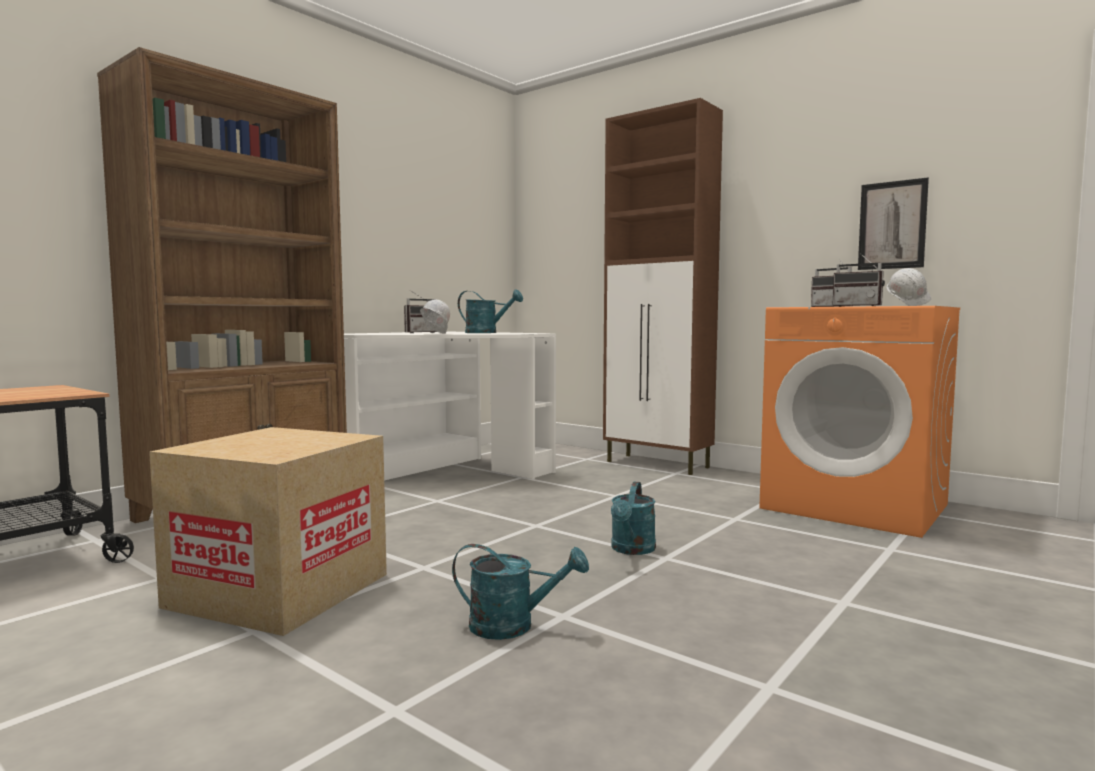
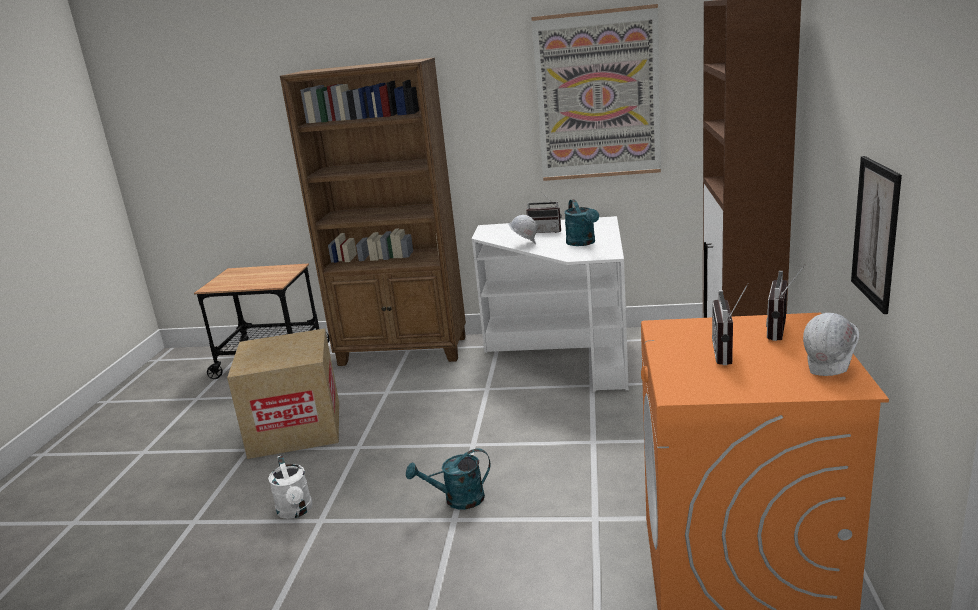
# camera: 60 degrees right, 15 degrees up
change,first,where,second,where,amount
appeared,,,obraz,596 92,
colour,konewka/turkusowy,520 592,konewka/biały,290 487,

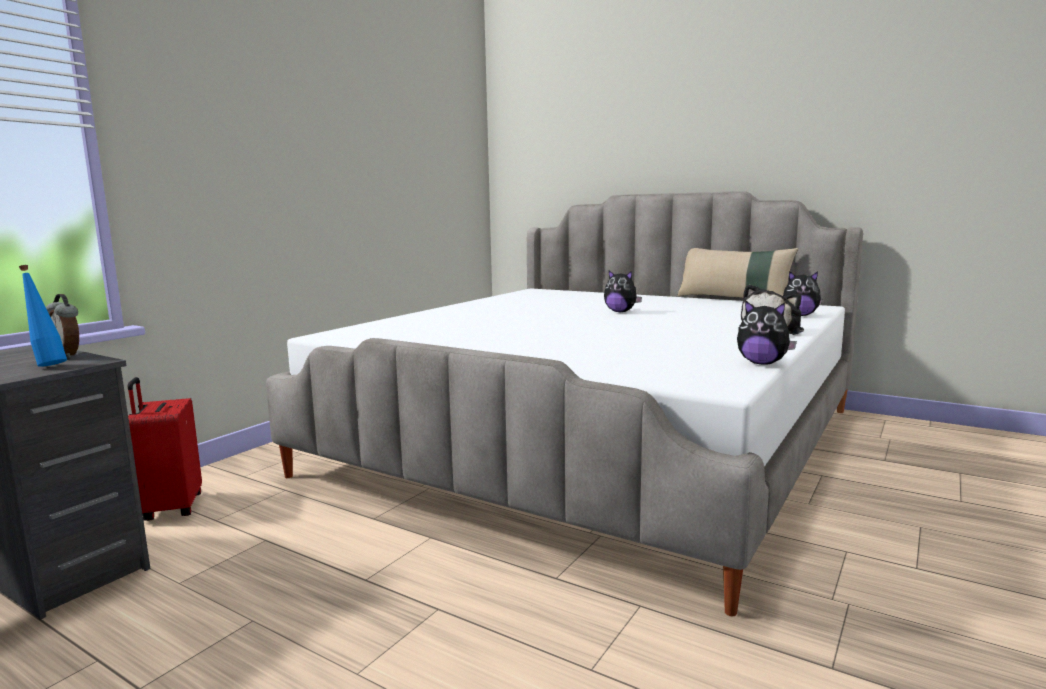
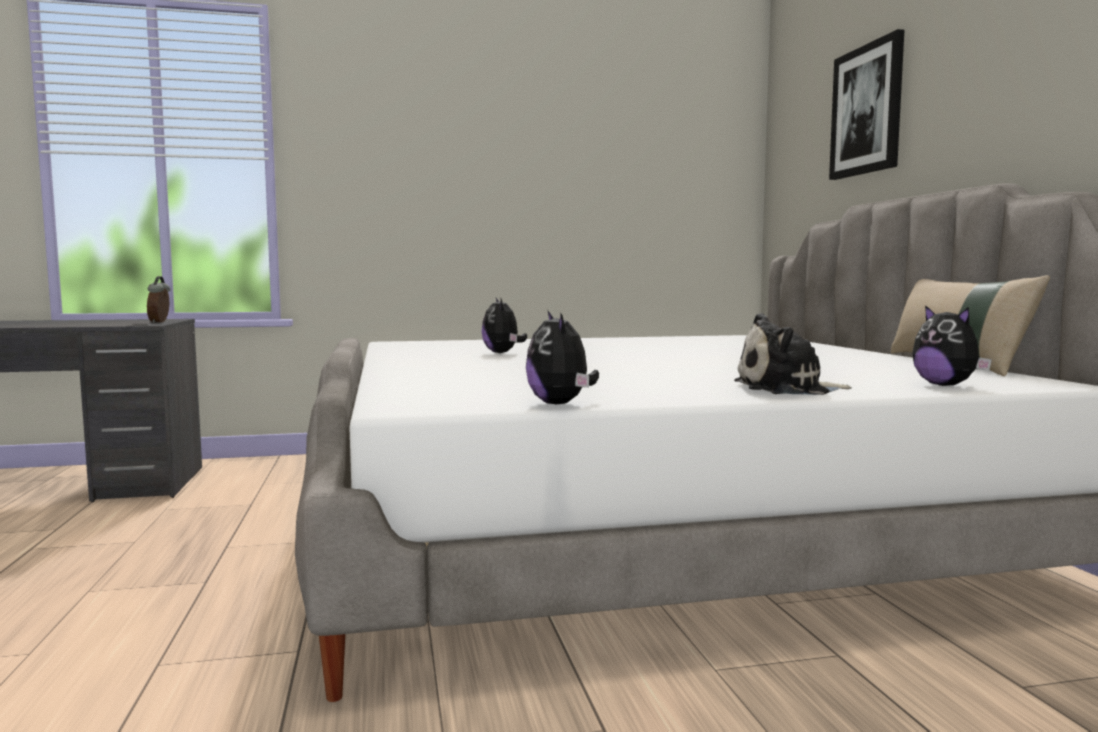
# camera: 45 degrees right, 5 degrees down
change,first,where,second,where,amount
missing,butelka/niebieski,43 316,,,
missing,walizka/czerwony,165 449,,,
appeared,,,obraz,866 104,
relocated,pluszak,623 291,,504 325,

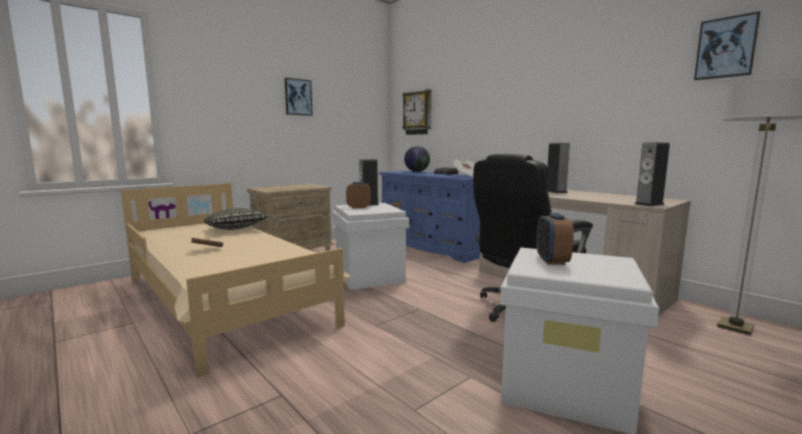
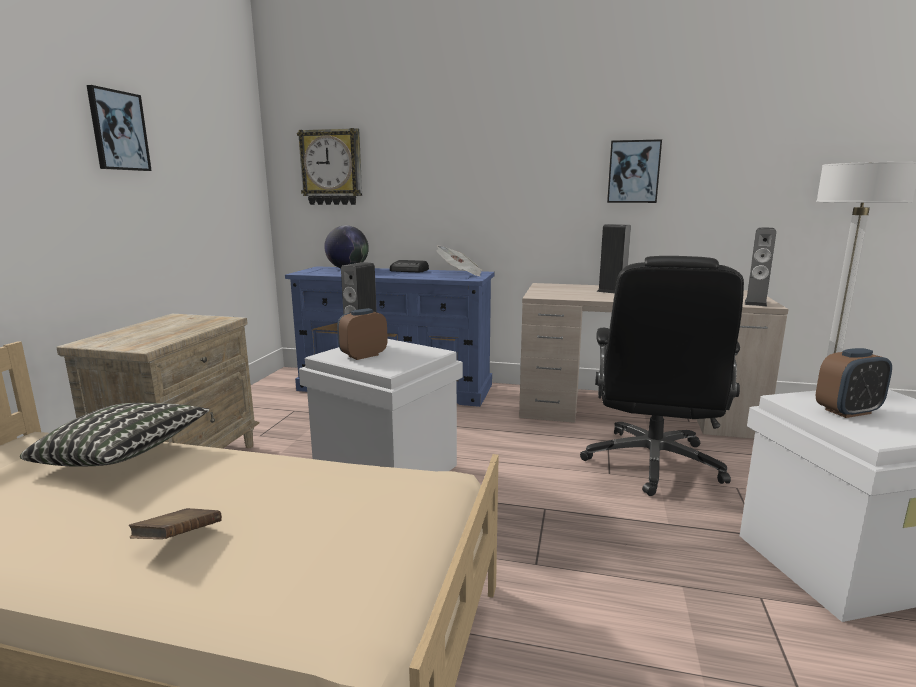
# camera: 35 degrees left, 5 degrees up
change,first,where,second,where,amount
relocated,obraz,727 45,,634 171,
spun,budzik,555 239,,854 383,75 degrees counterclockwise

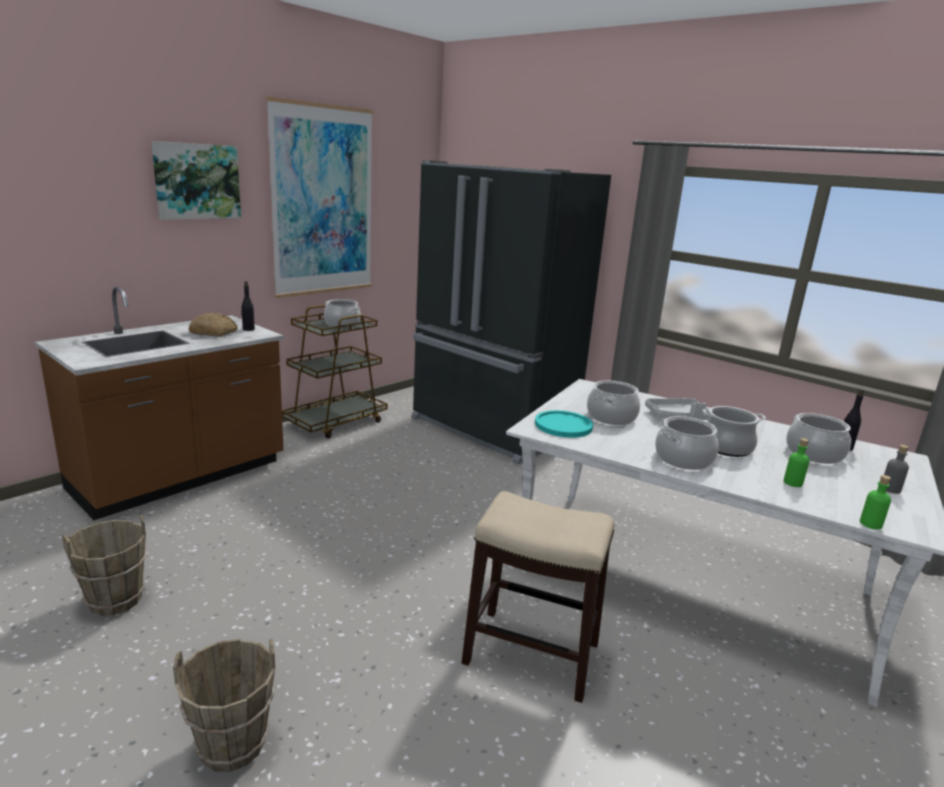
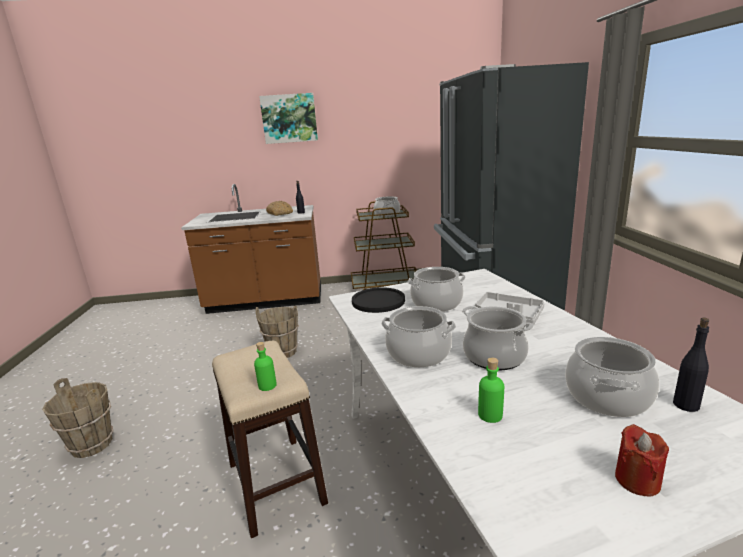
# camera: 45 degrees right, 0 degrees up
change,first,where,second,where,amount
missing,obraz,319 197,,,
relocated,wiadro/brązowy,104 565,,277 332,
relocated,butelka/zielony,875 502,,265 366,
exchanged,butelka/szary,896 469,świeca/czerwony,642 460,
colour,talerz/turkusowy,564 424,talerz/czarny,378 300,

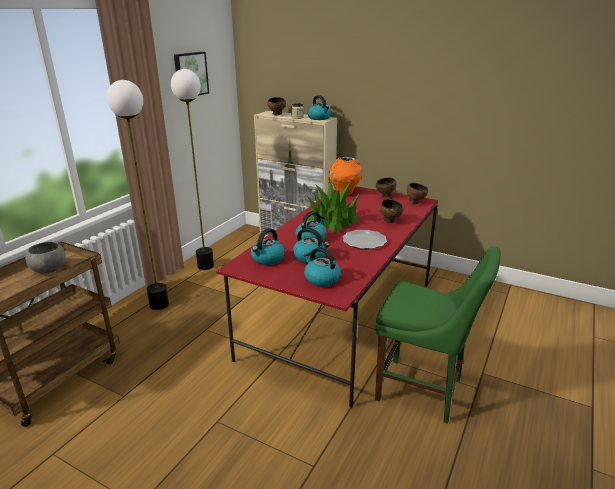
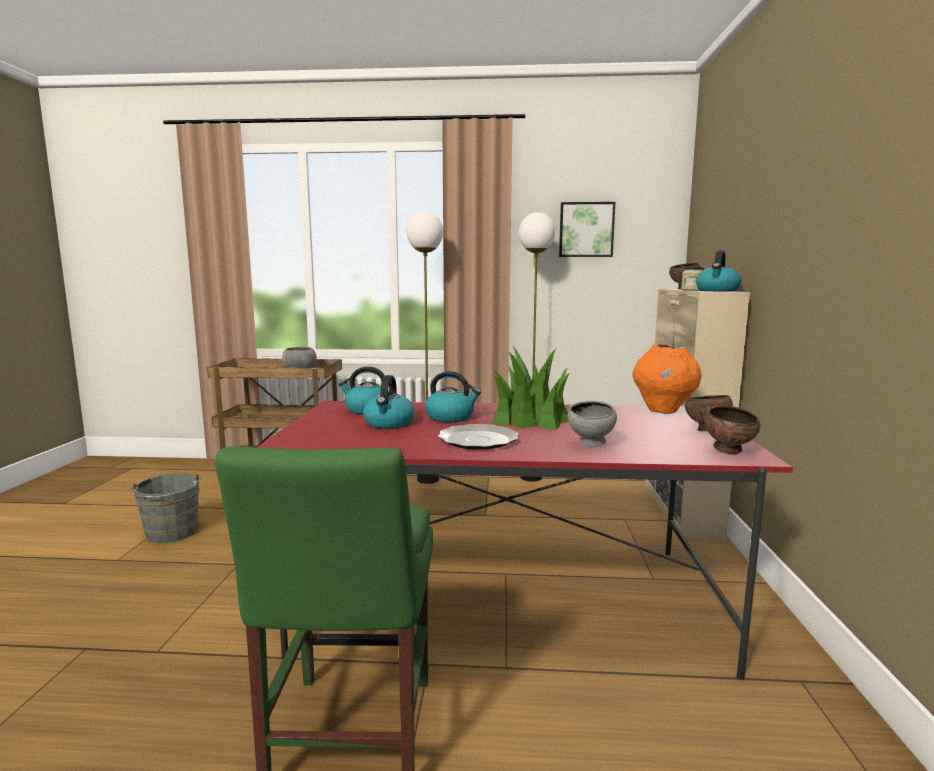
# camera: 65 degrees right, 15 degrees down
change,first,where,second,where,amount
missing,czajnik,322 267,,,
appeared,,,wiadro/szary,165 508,
colour,miska/brązowy,391 211,miska/szary,592 424,

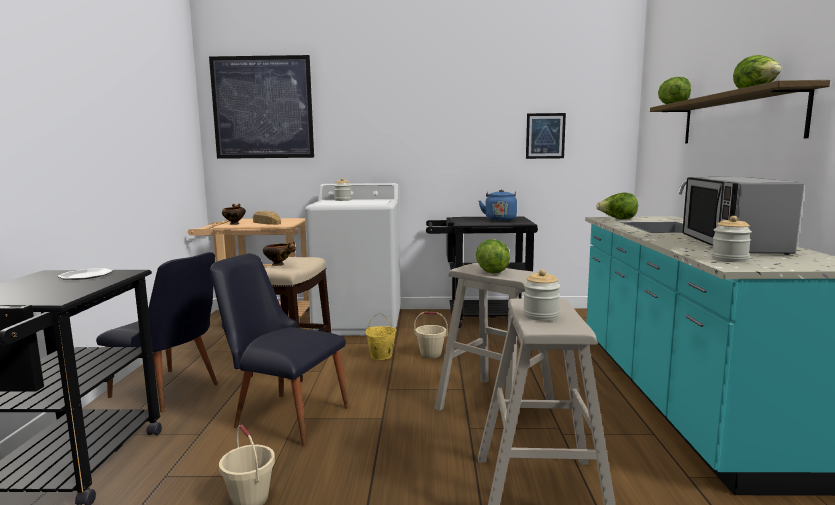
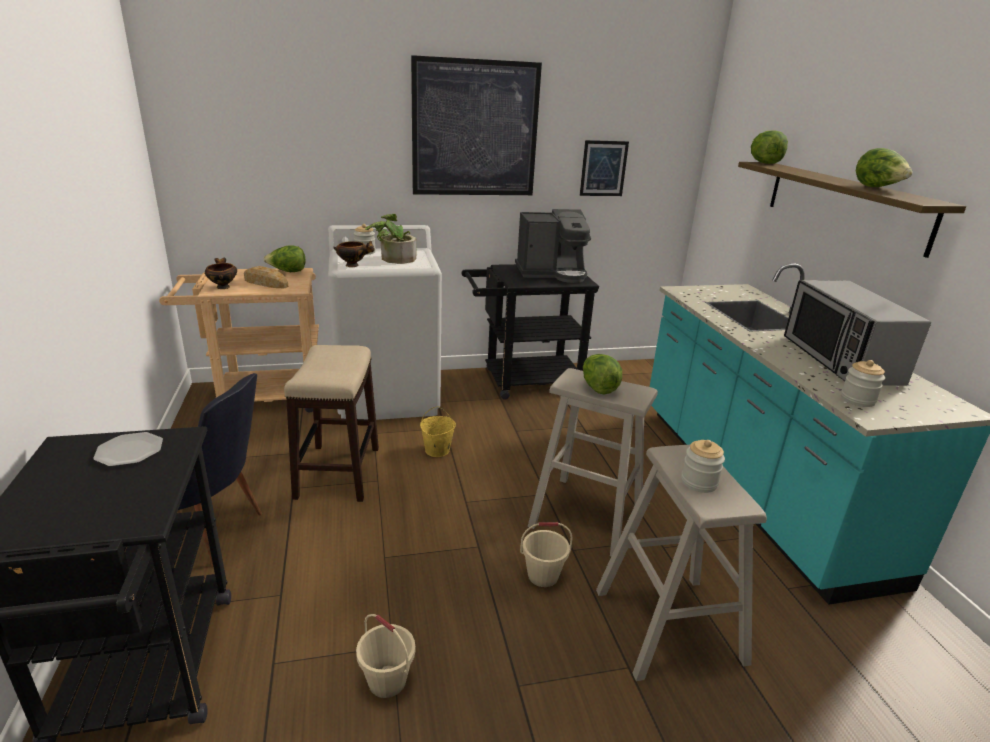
# camera: 15 degrees left, 15 degrees up
change,first,where,second,where,amount
missing,krzesło/czarny,279 350,,,
appeared,,,roślina doniczkowa,390 239,
relocated,obraz,261 107,,476 125,
relocated,miska,279 254,,354 254,
relocated,wiadro/beżowy,431 335,,546 554,
relocated,sałata,617 206,,284 258,
exchanged,czajnik/niebieski,498 205,ekspres do kawy,553 246,

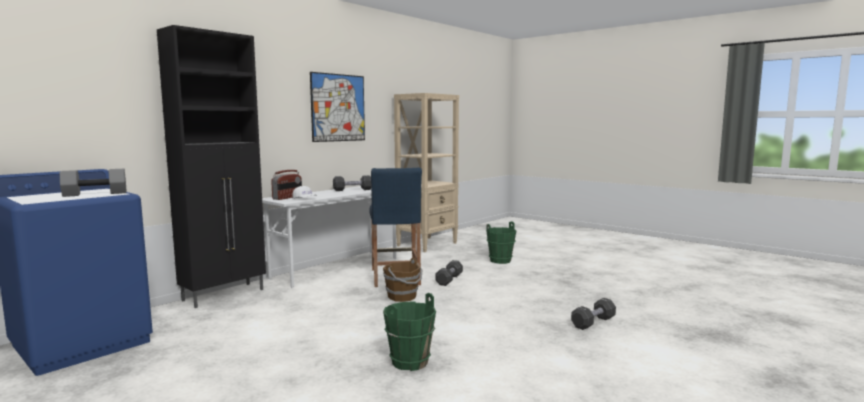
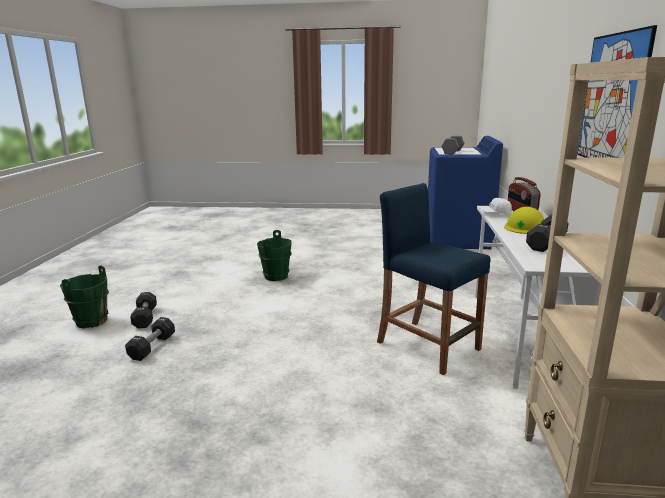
# camera: 145 degrees right, 10 degrees up
change,first,where,second,where,amount
missing,szafka/czarny,211 166,,,
missing,wiadro/brązowy,402 280,,,
appeared,,,kask/żółty,524 220,
relocated,hantel/czarny,449 273,,143 310,
relocated,wiadro/zielony,501 242,,84 297,

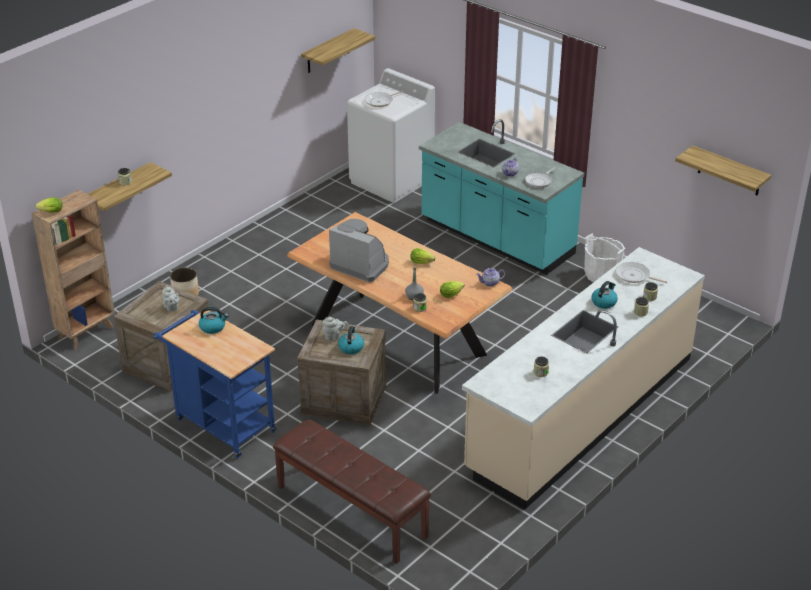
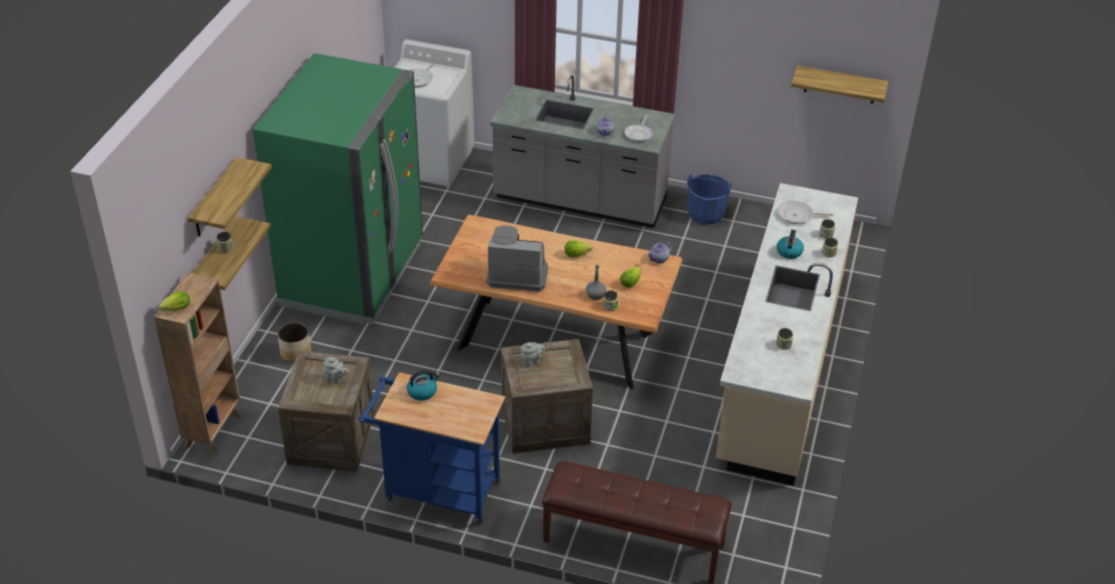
# camera: 25 degrees left, 5 degrees up
change,first,where,second,where,amount
missing,czajnik,351 340,,,
appeared,,,lodówka/zielony,338 189,
relocated,półka,338 50,,230 197,
colour,zabudowa kuchenna/turkusowy,501 197,zabudowa kuchenna/szary,582 151,
colour,wiadro/biały,605 258,wiadro/niebieski,709 199,

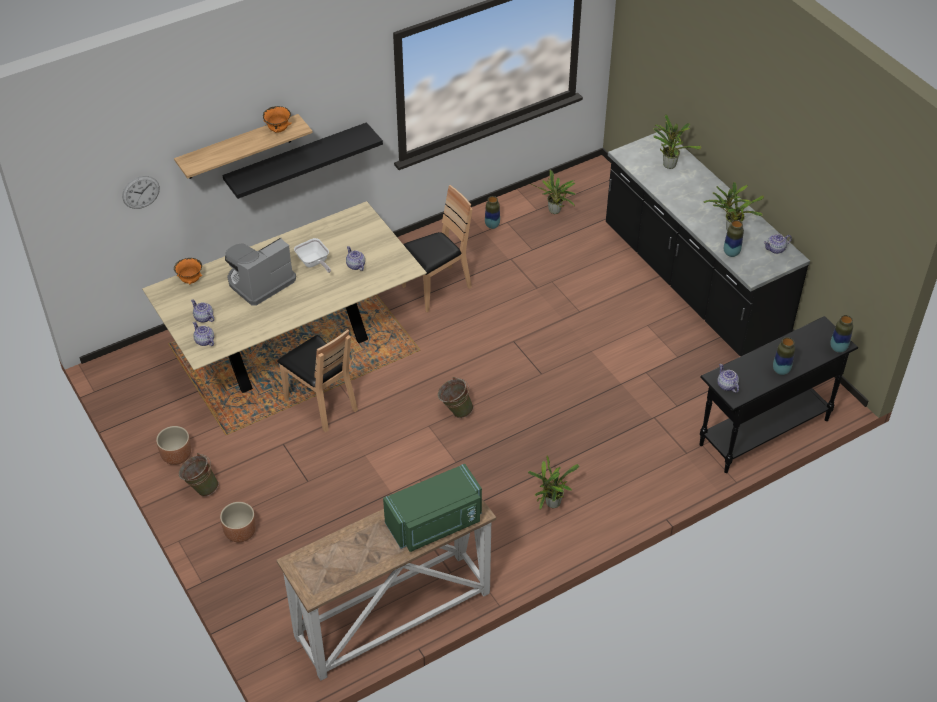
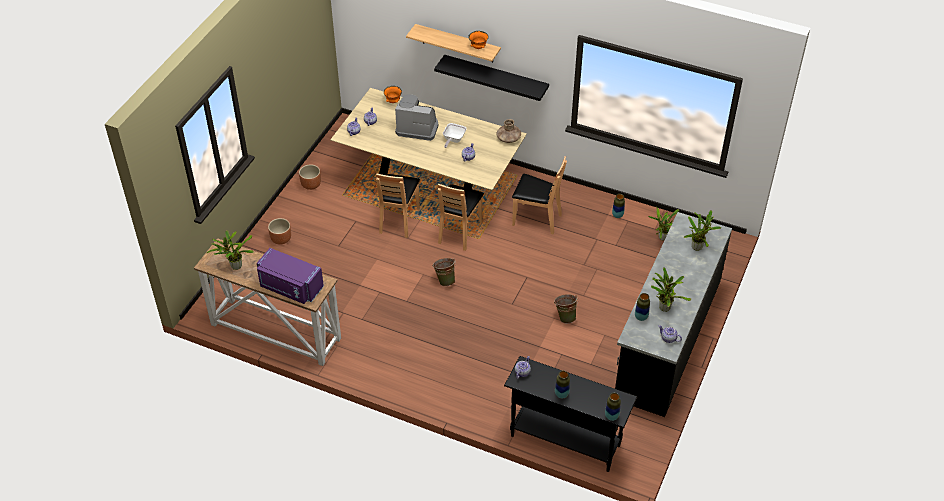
# camera: 55 degrees right, 0 degrees up
change,first,where,second,where,amount
missing,zegar ścienny,141 192,,,
appeared,,,krzesło/brązowy,461 217,
appeared,,,wazon/brązowy,508 131,
relocated,wiadro/zielony,199 475,,566 308,
relocated,roślina doniczkowa,553 482,,230 250,
colour,mikrofalówka/zielony,432 508,mikrofalówka/fioletowy,290 276,

